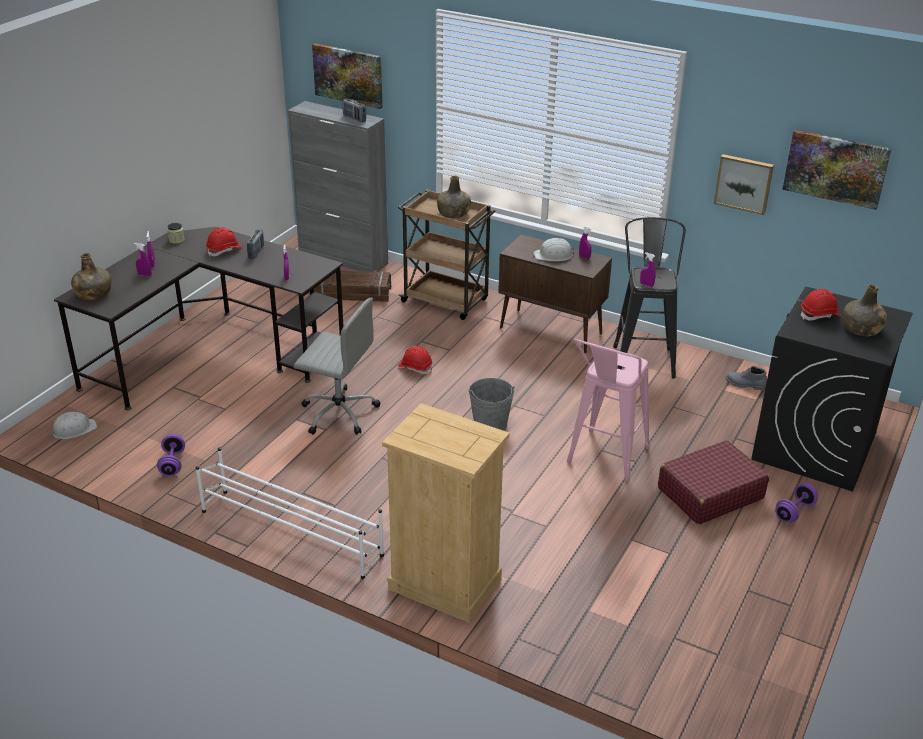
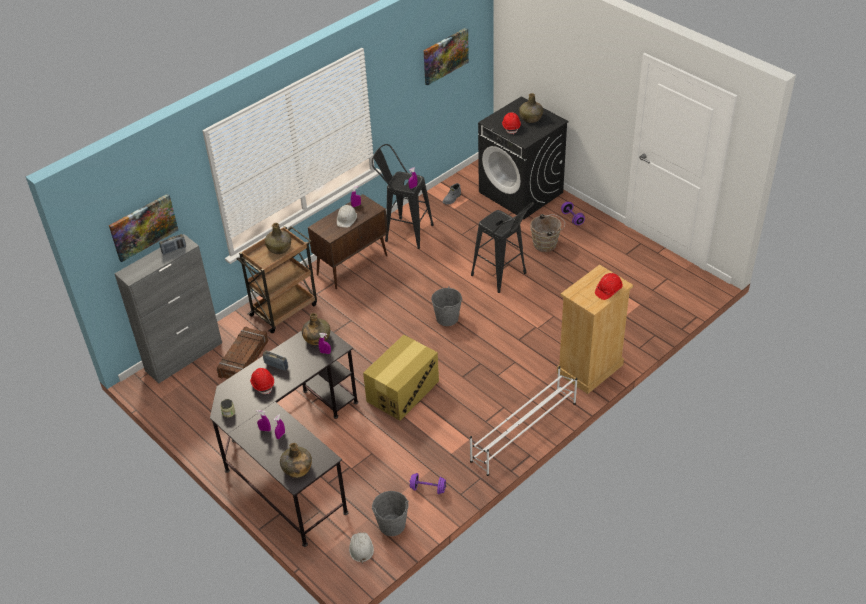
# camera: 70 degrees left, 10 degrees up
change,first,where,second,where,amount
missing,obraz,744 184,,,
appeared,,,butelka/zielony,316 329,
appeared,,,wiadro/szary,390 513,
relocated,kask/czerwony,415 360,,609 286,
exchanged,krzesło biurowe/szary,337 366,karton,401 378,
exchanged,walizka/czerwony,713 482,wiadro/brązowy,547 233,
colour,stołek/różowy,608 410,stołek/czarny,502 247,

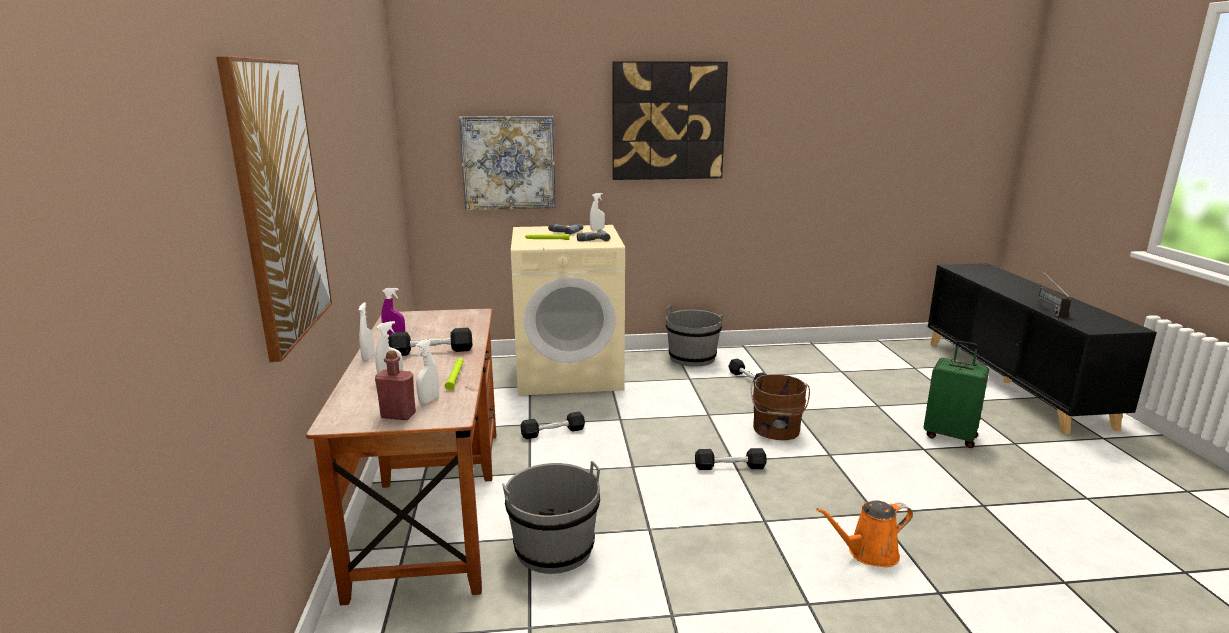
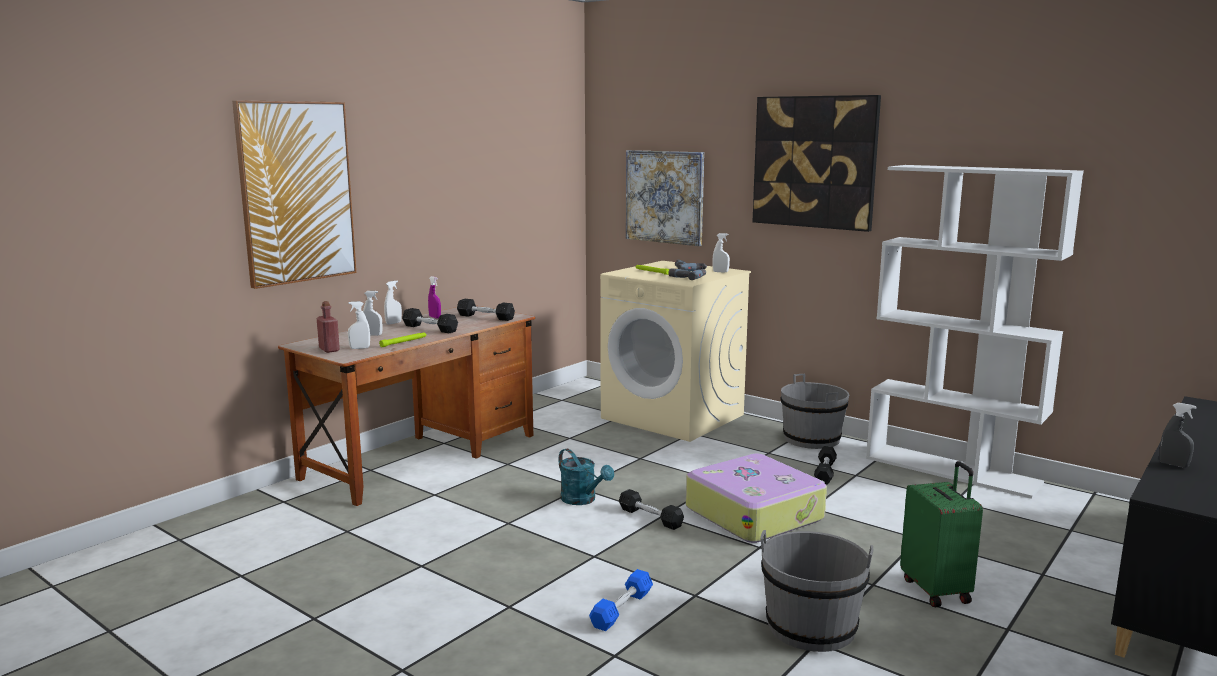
# camera: 45 degrees right, 5 degrees down
change,first,where,second,where,amount
appeared,,,konewka/turkusowy,586 477,
appeared,,,regał/biały,975 332,
relocated,wiadro/szary,551 517,,817 591,
relocated,hantel/czarny,553 425,,486 310,
exchanged,wiadro/brązowy,780 407,walizka,756 498,
exchanged,konewka/pomarańczowy,864 533,hantel/niebieski,621 600,
exchanged,radio,1054 293,spryskiwacz/szary,1177 435,

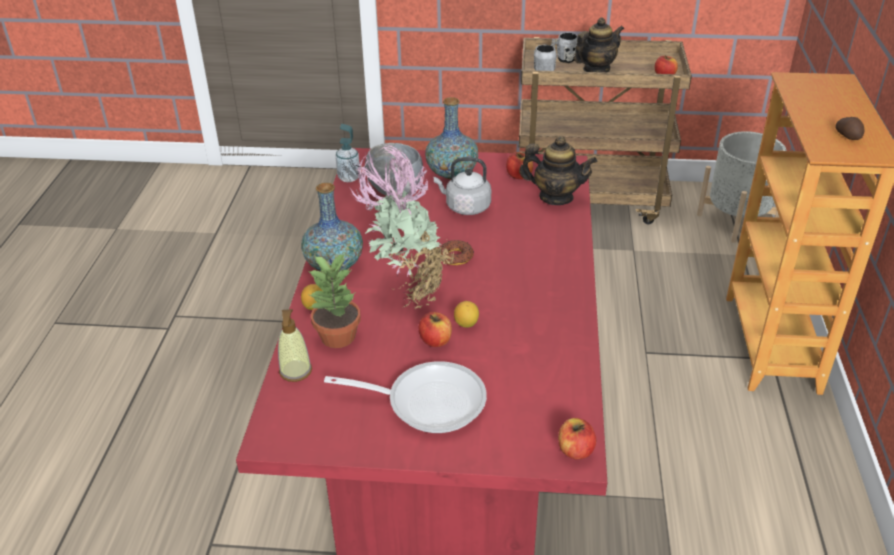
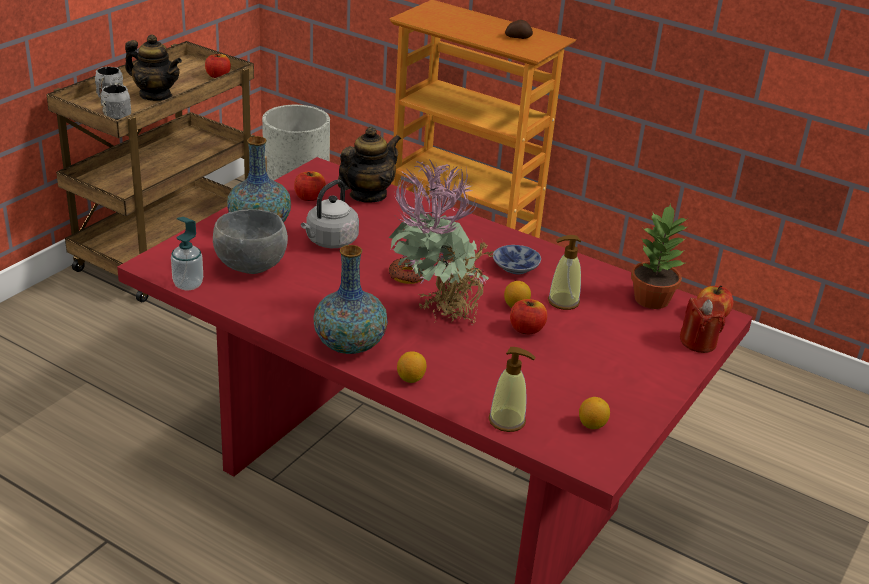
# camera: 65 degrees left, 5 degrees down
change,first,where,second,where,amount
missing,patelnia,405 397,,,
appeared,,,miska,517 259,
appeared,,,dozownik mydła,564 272,
appeared,,,cytryna,594 413,
appeared,,,świeca/czerwony,702 324,
relocated,roślina doniczkowa,334 301,,659 256,
spun,imbryk,599 44,,153 67,120 degrees clockwise

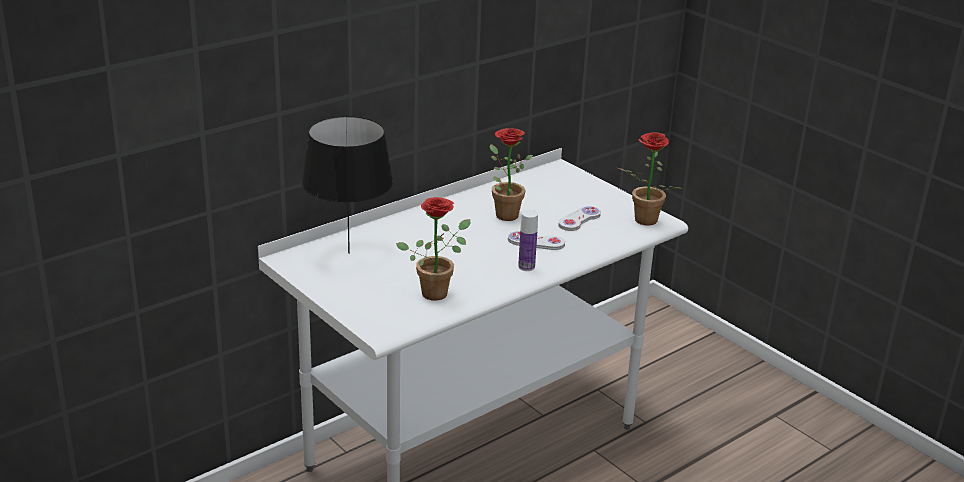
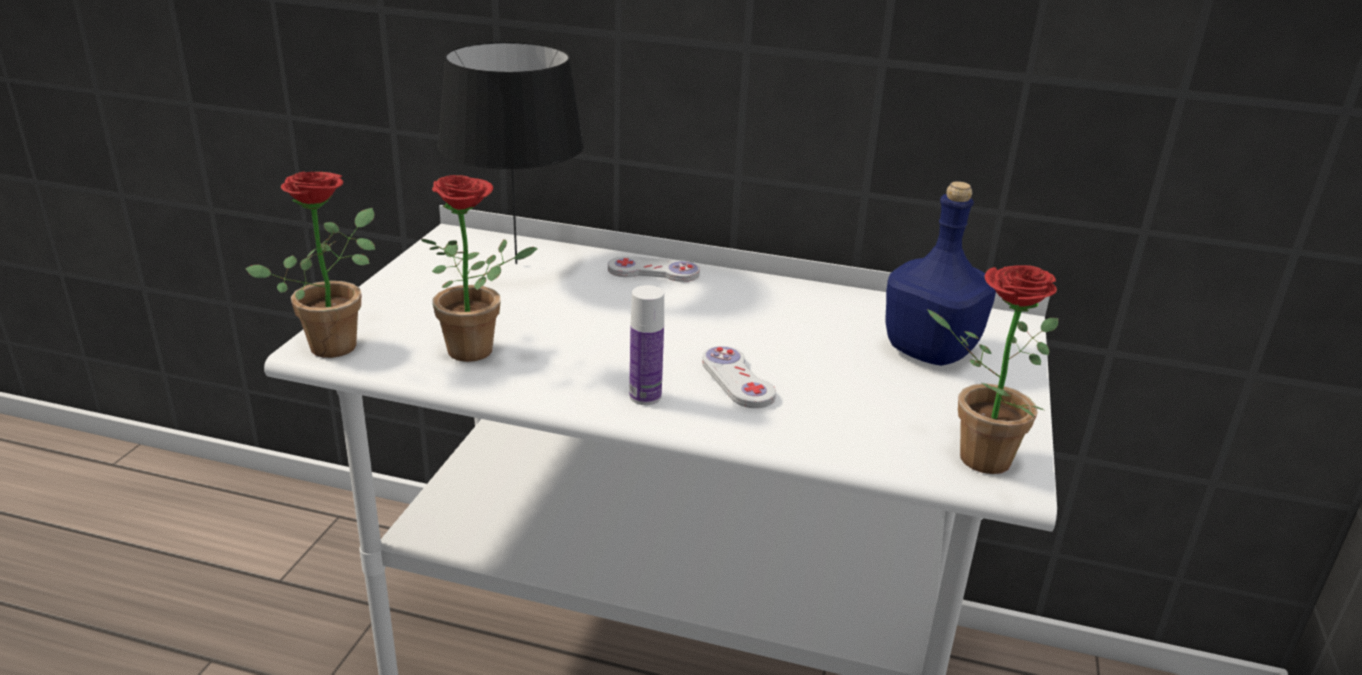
# camera: 55 degrees right, 0 degrees up
change,first,where,second,where,amount
appeared,,,butelka/niebieski,941 273,
relocated,roślina doniczkowa,511 174,,310 265,
relocated,pad do gier/biały,580 218,,654 269,

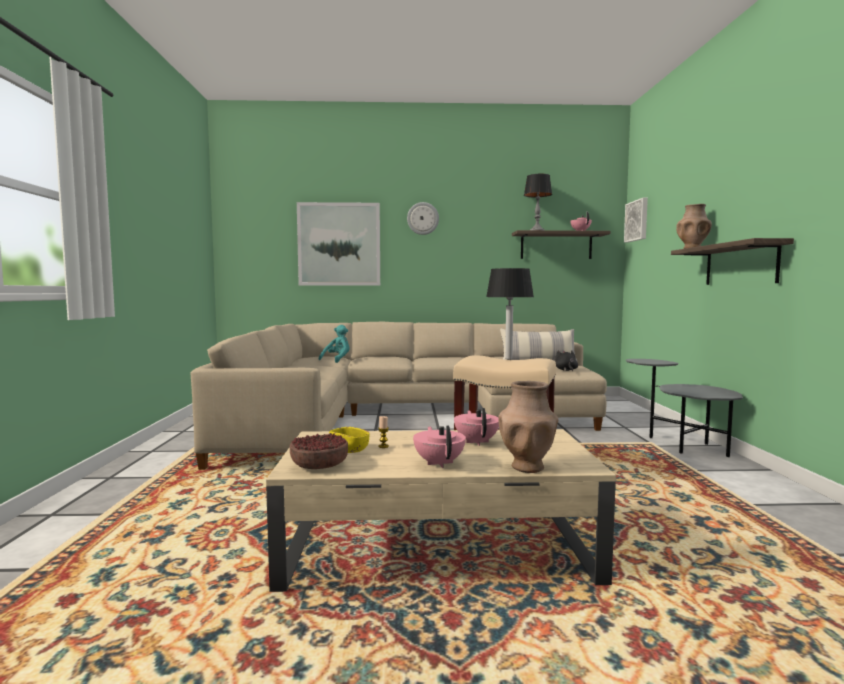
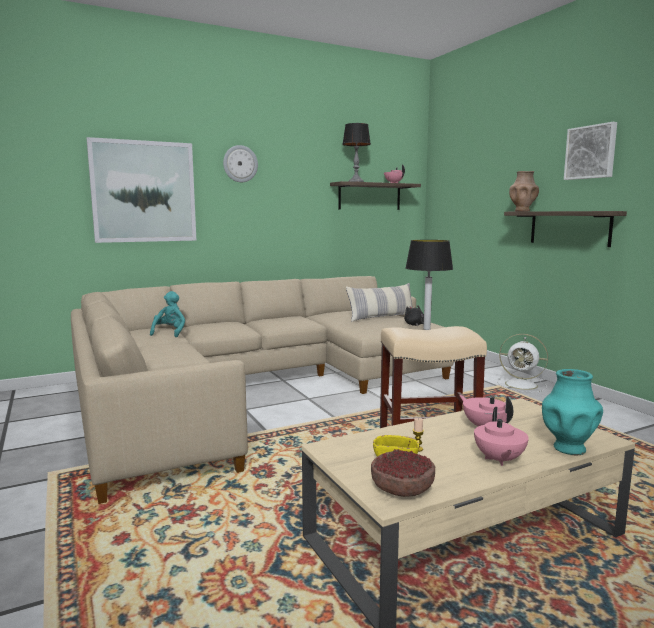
# camera: 25 degrees left, 5 degrees up
change,first,where,second,where,amount
relocated,obraz,636 220,,590 151,
exchanged,stolik/szary,684 408,wentylator/biały,523 363,
colour,wazon/brązowy,528 427,wazon/turkusowy,572 412,
spun,imbryk/różowy,439 446,,501 436,135 degrees counterclockwise

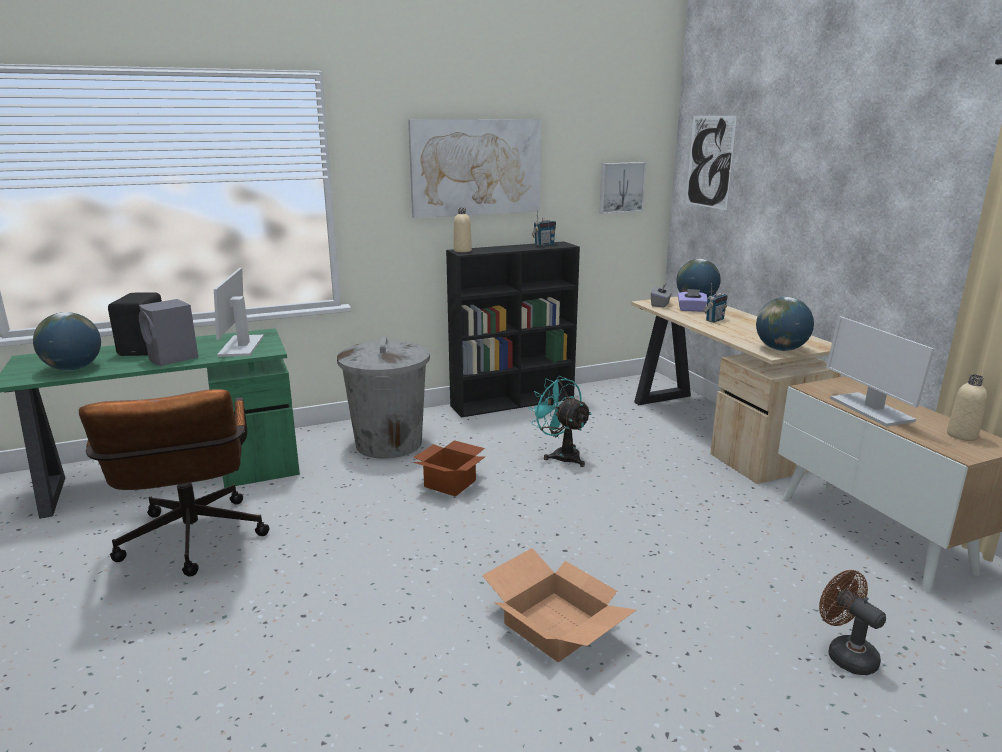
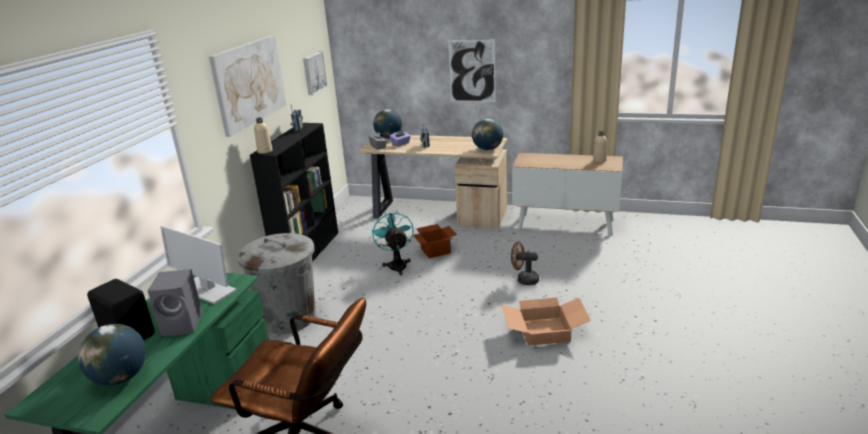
# camera: 50 degrees left, 5 degrees up
change,first,where,second,where,amount
missing,monitor,880 371,,,
relocated,karton,449 468,,435 241,
relocated,obraz,711 163,,472 71,
relocated,wentylator/brązowy,852 622,,525 263,
spun,wentylator/turkusowy,560 421,,392 242,75 degrees clockwise

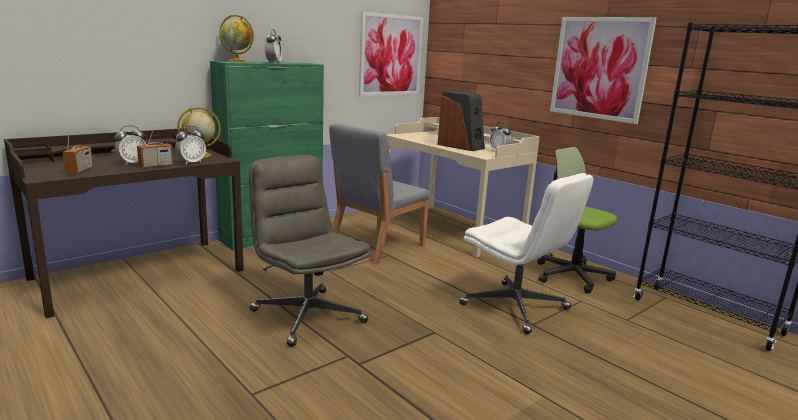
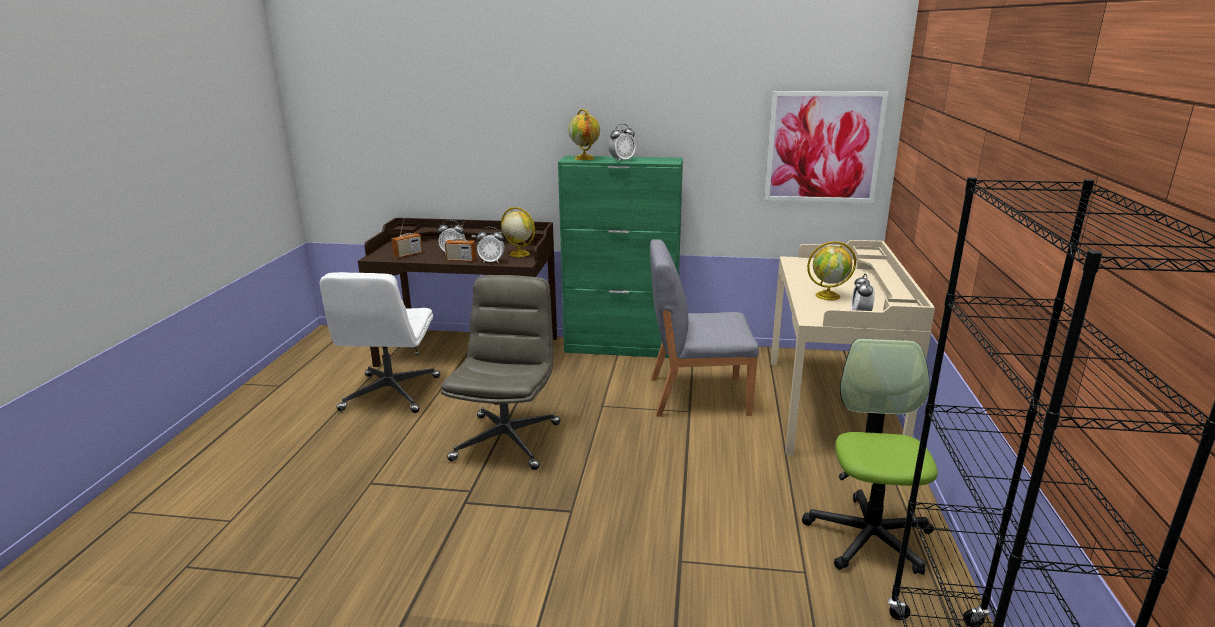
# camera: 50 degrees right, 5 degrees up
change,first,where,second,where,amount
missing,obraz,603 70,,,
relocated,krzesło biurowe/biały,526 253,,380 342,
exchanged,głośnik,461 121,globus,831 270,

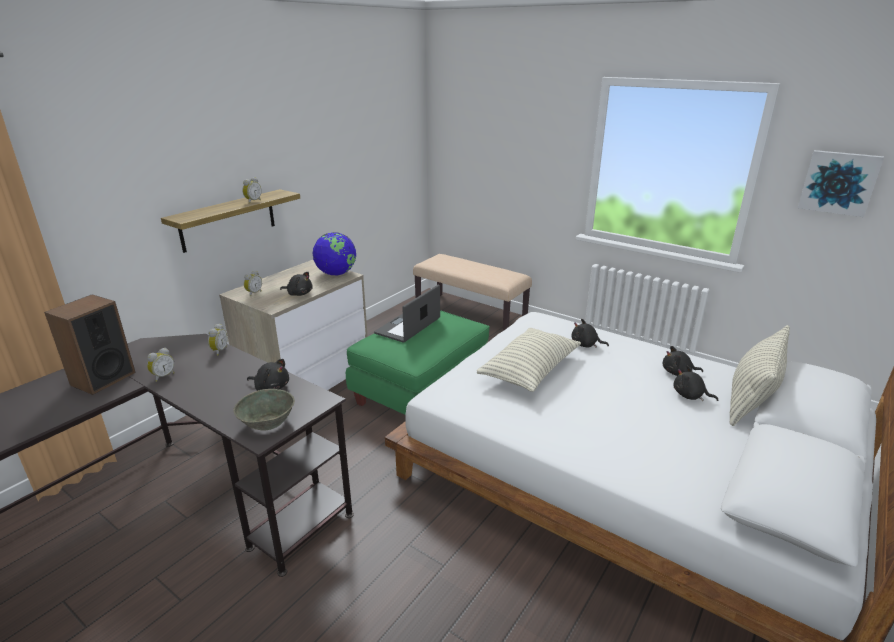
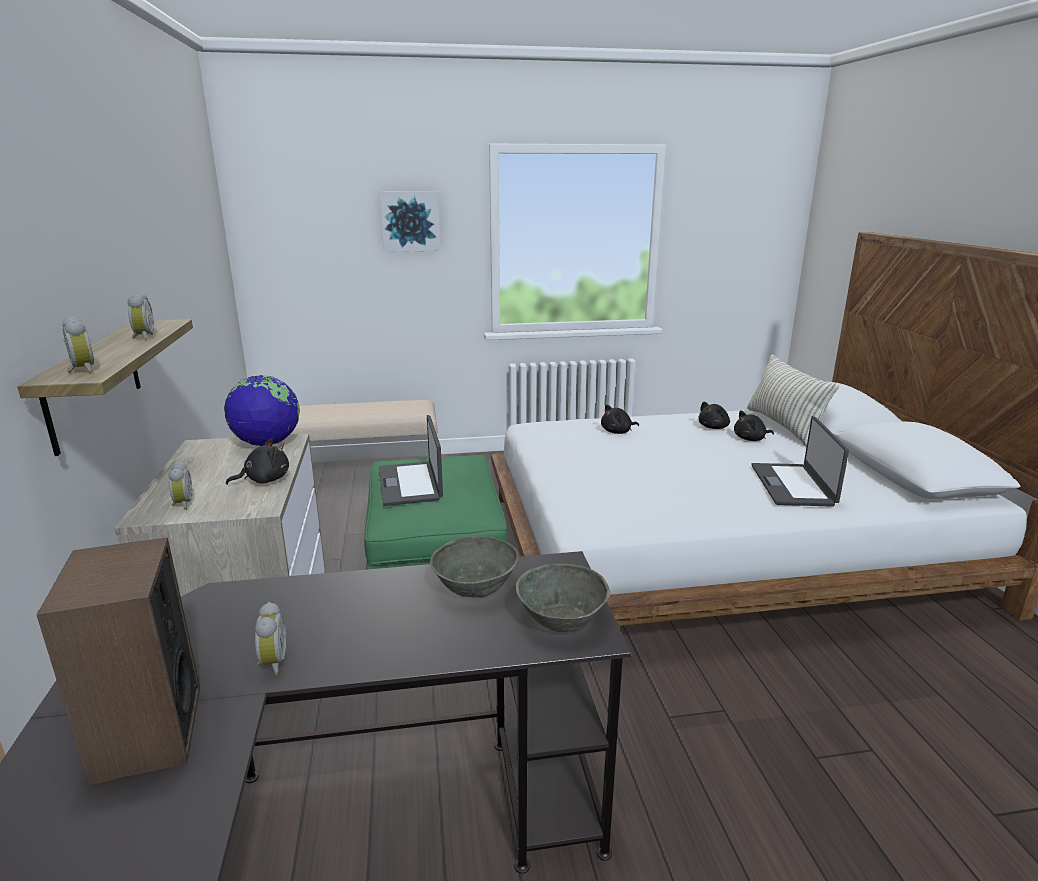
# camera: 45 degrees left, 5 degrees down
change,first,where,second,where,amount
missing,poduszka,529 360,,,
appeared,,,laptop,800 461,
relocated,budzik,218 339,,78 345,
relocated,obraz,841 183,,410 221,
exchanged,pluszak/czarny,268 375,miska/szary,474 567,

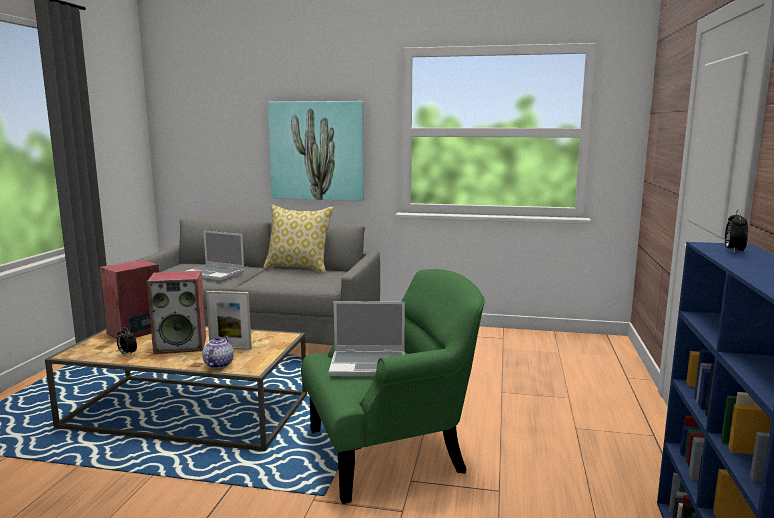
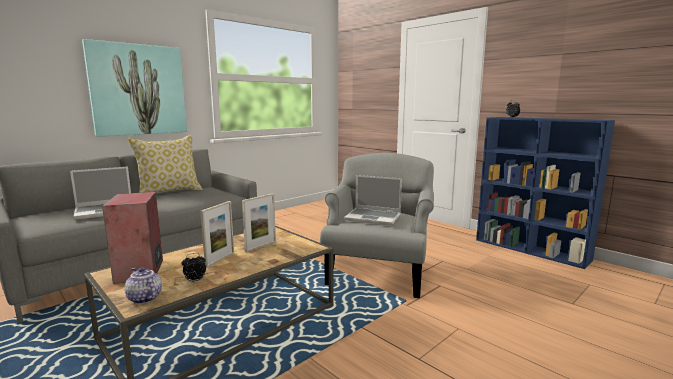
# camera: 55 degrees left, 0 degrees up
change,first,where,second,where,amount
relocated,imbryk,218 352,,143 286,
exchanged,głośnik,176 312,ramka na zdjęcie,217 234,
colour,fotel/zielony,393 386,fotel/szary,377 225,
spun,laptop,367 338,,373 200,75 degrees clockwise

